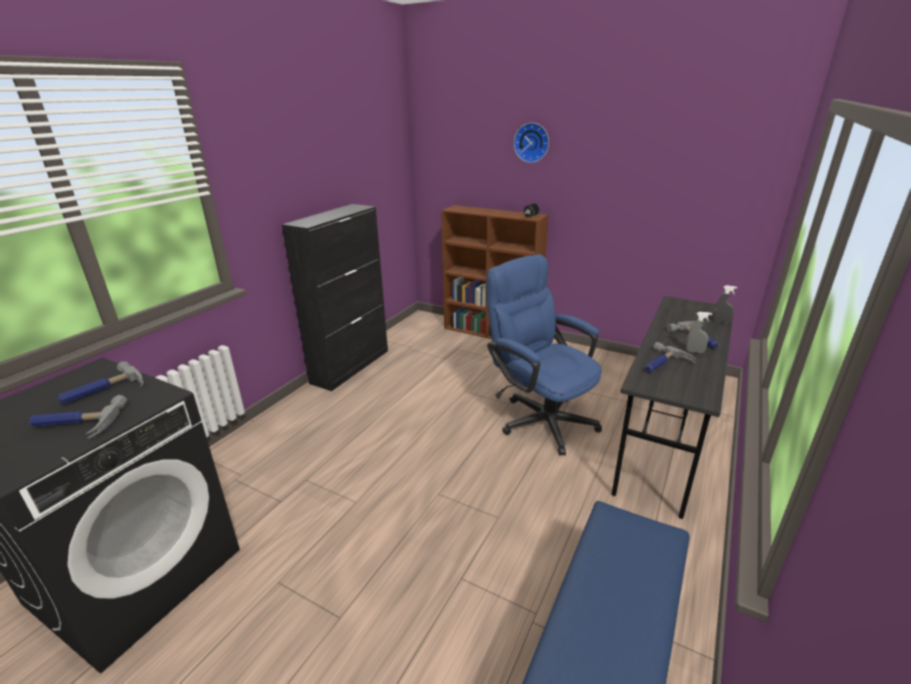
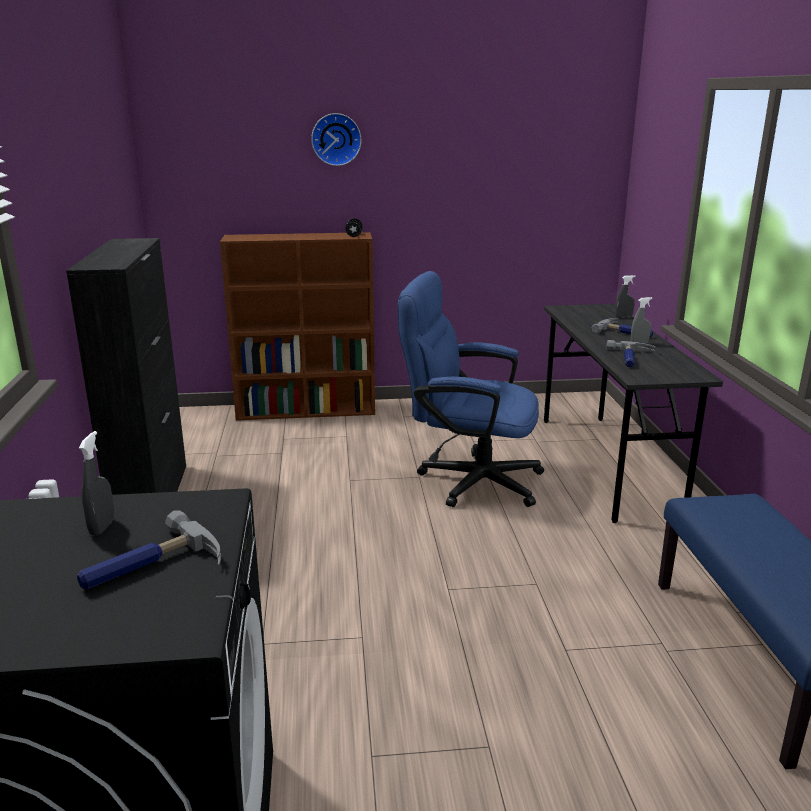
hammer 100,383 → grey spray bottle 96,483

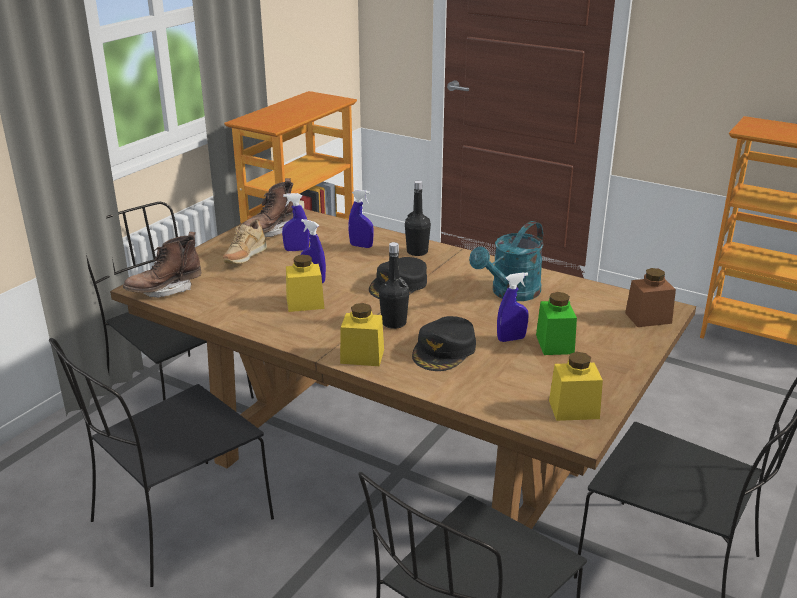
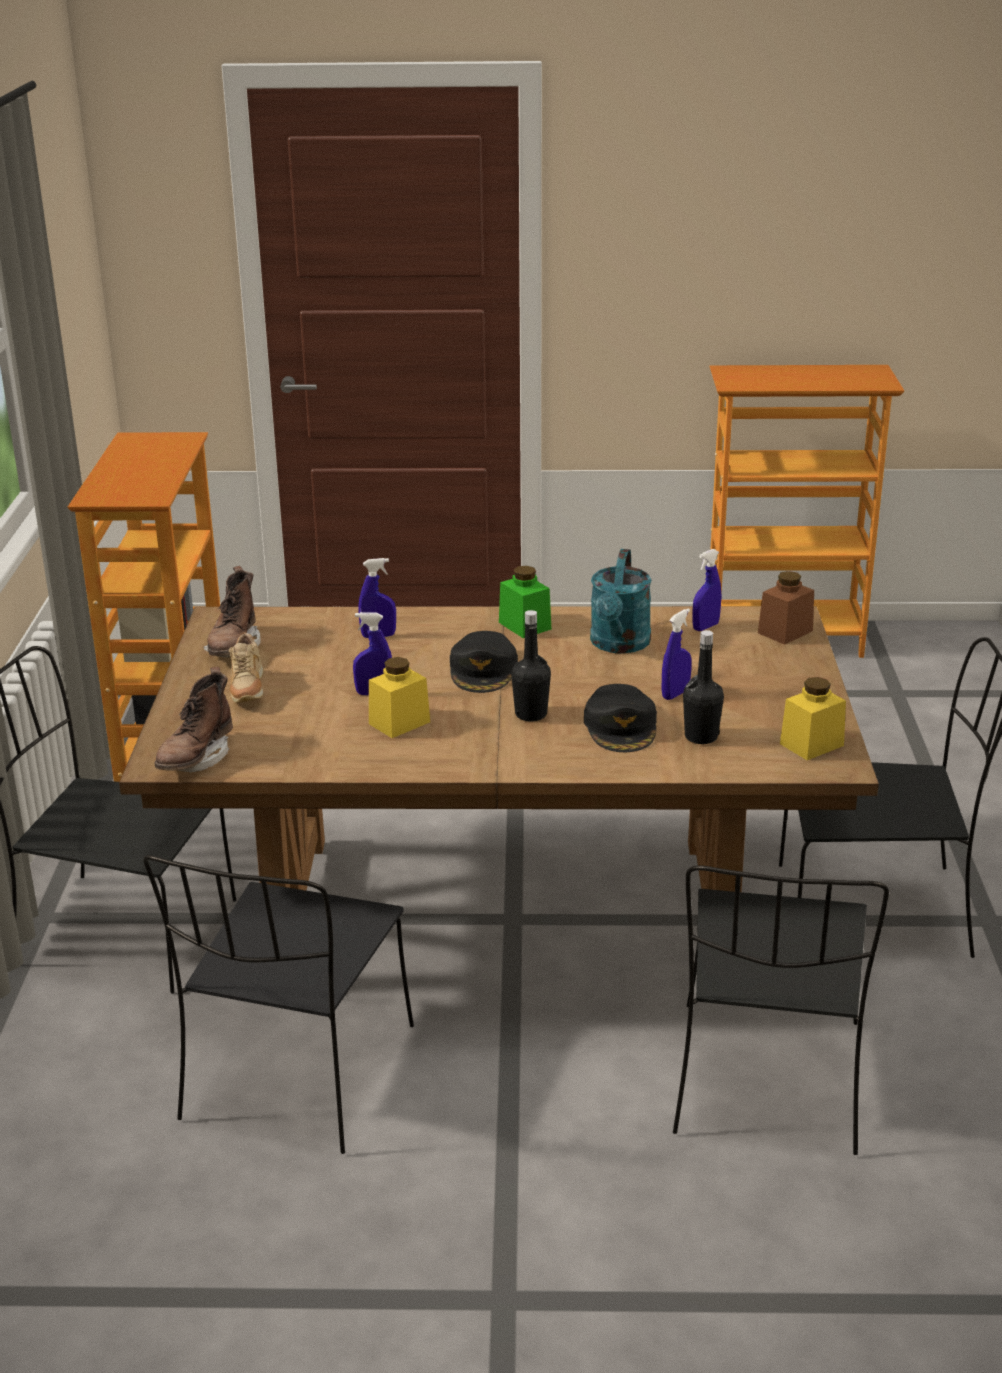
black bottle 418,218 → black bottle 703,687, moved
blue spray bottle 296,222 → blue spray bottle 706,590, moved
green jar 556,323 → green jar 525,602, moved
yellow jar 362,334 → -

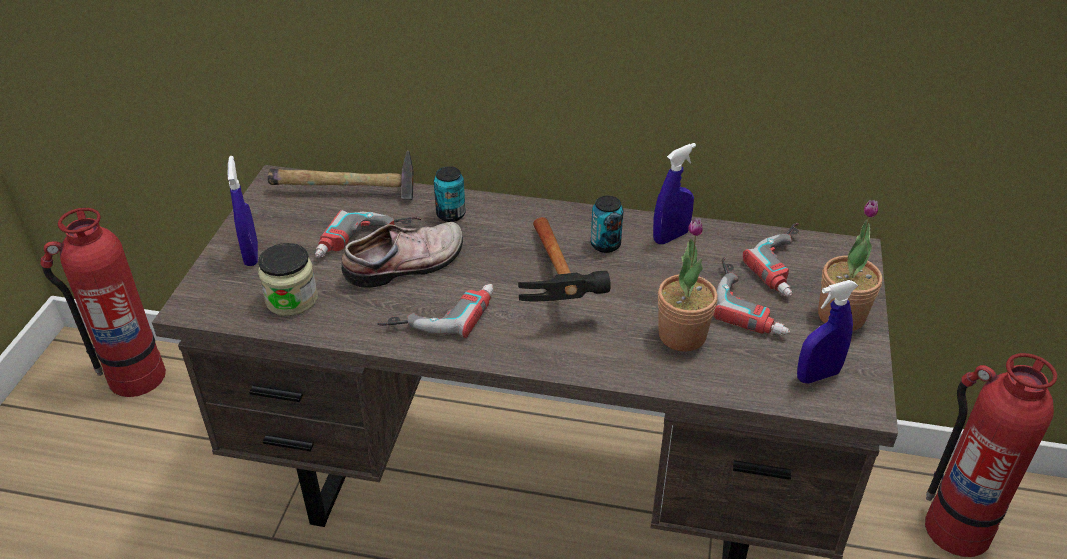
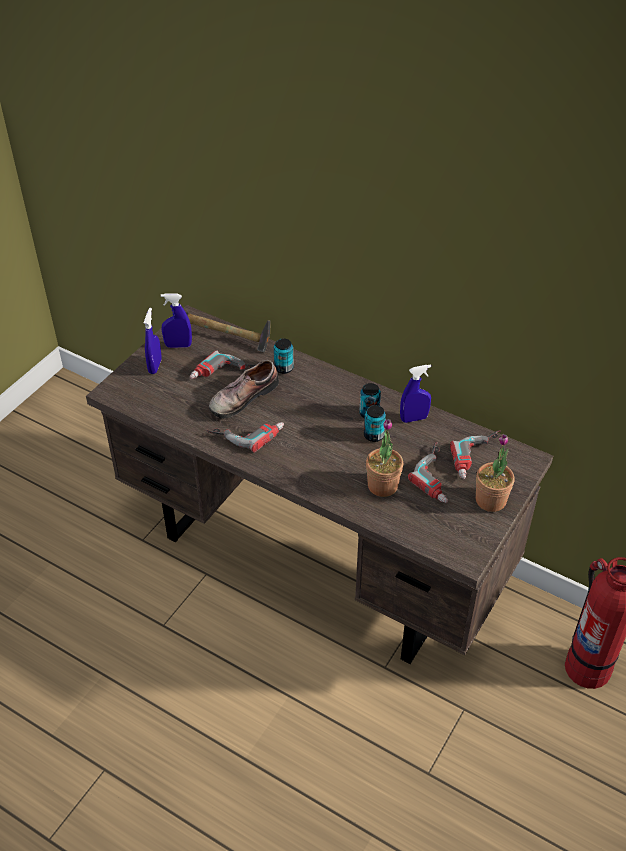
fire extinguisher 103,302 → -
hammer 564,259 → -
shoe 402,255 → shoe 244,389, 150 degrees clockwise
jar 288,279 → -
blue spray bottle 827,332 → blue spray bottle 176,320, moved
- → can 375,423

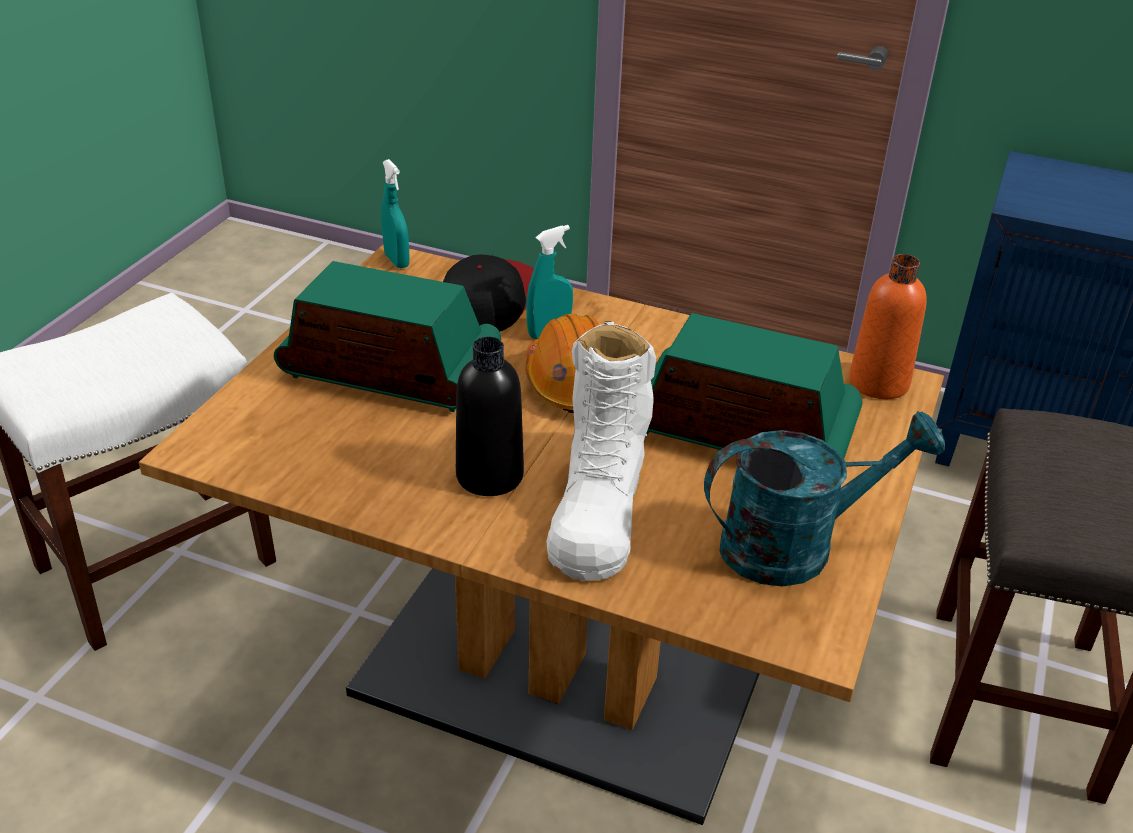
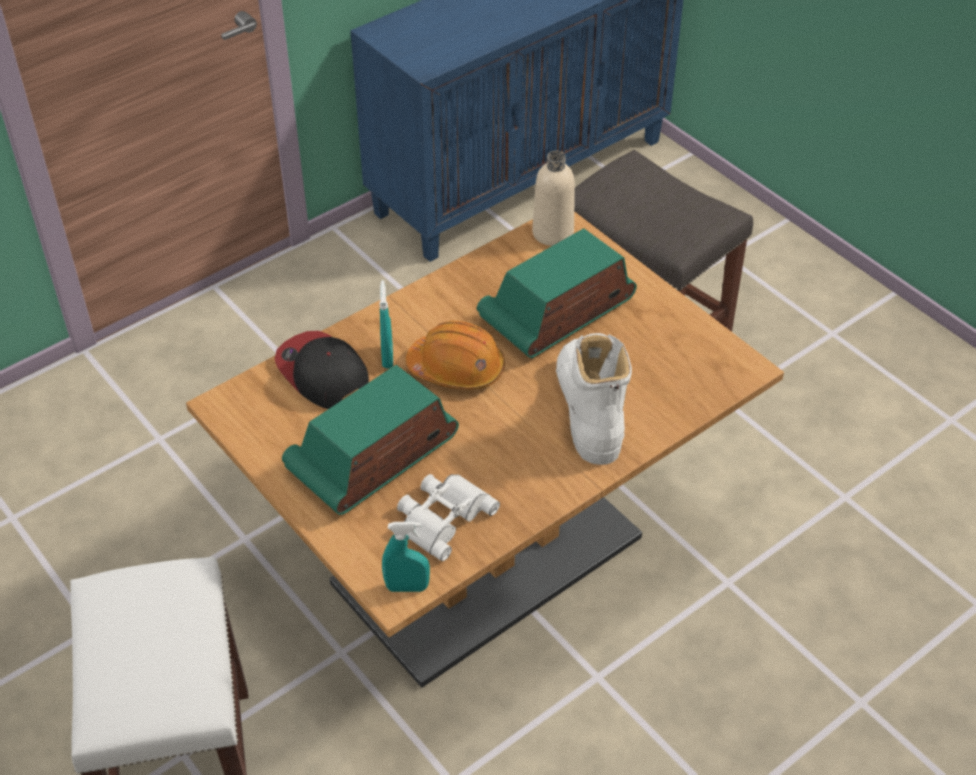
turquoise spray bottle 395,213 → turquoise spray bottle 406,557, moved
orange bottle 887,326 → beige bottle 553,198
white boot 601,451 → white boot 594,399, 135 degrees counterclockwise
black bottle 490,416 → -
turquoise watering can 824,499 → -
- → white binoculars 448,517

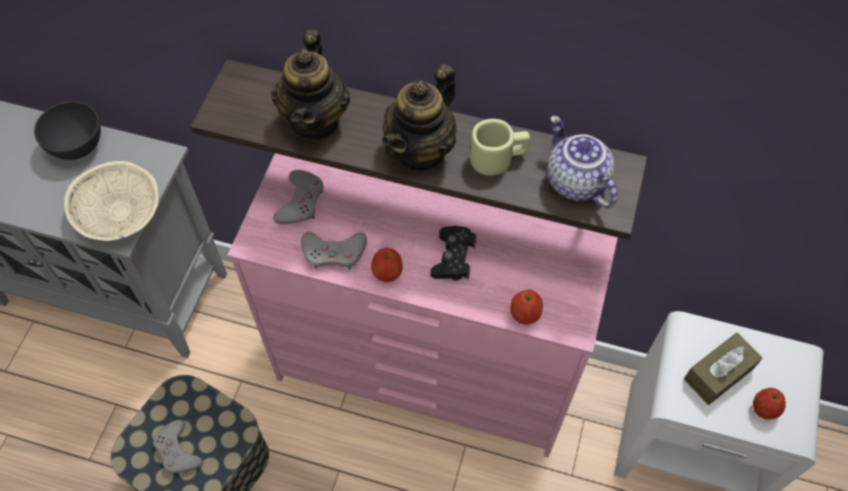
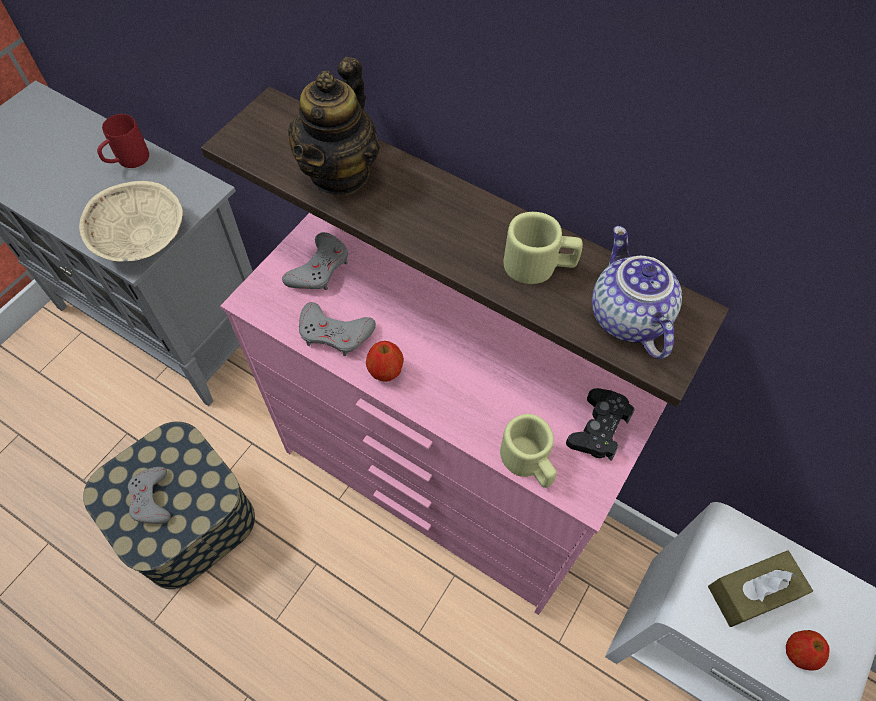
teapot 419,118 → -
grey bowl 67,130 → red mug 123,141
black game controller 453,253 → black game controller 600,424, moved
apple 526,307 → beige mug 528,451

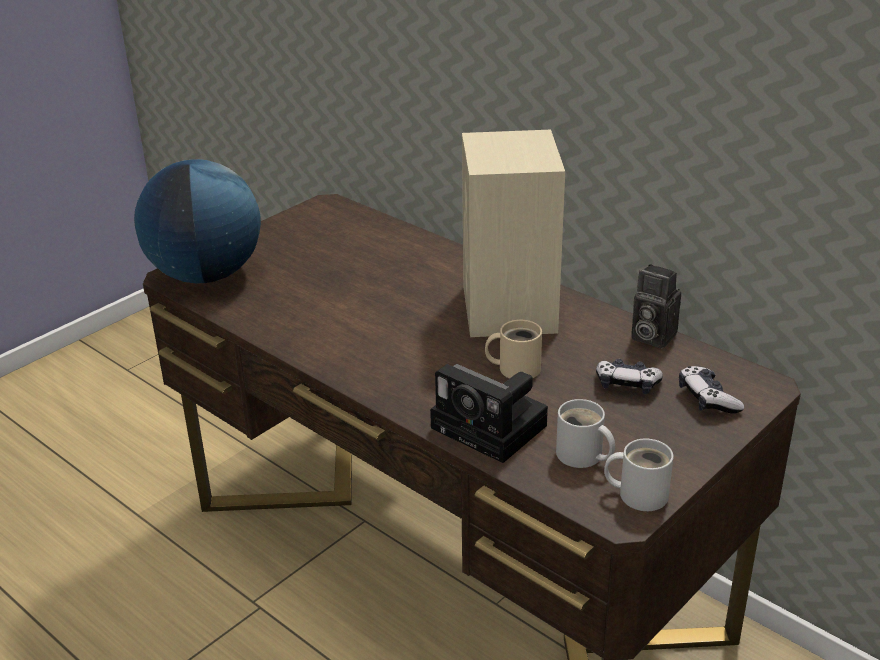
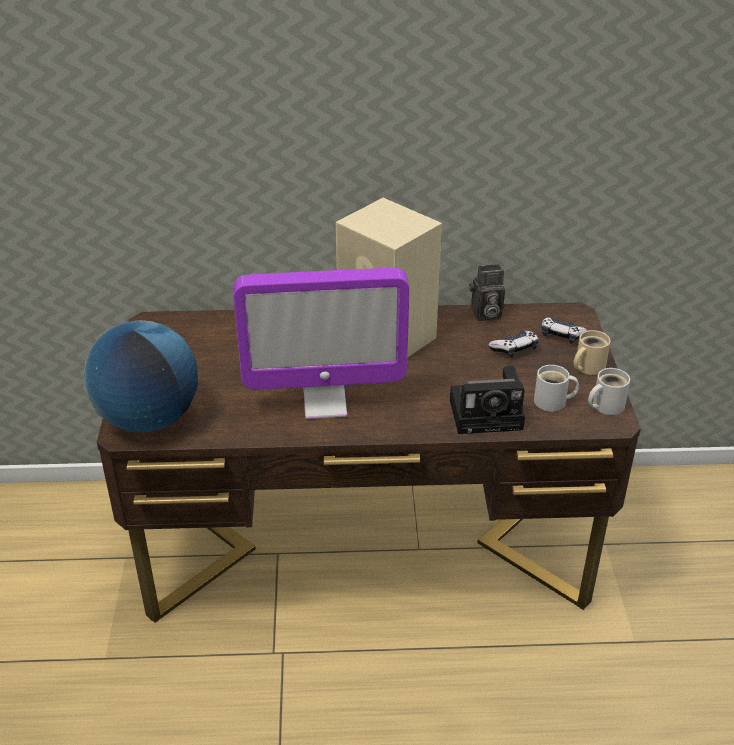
beige mug 513,349 → beige mug 592,352, moved
- → monitor 321,343

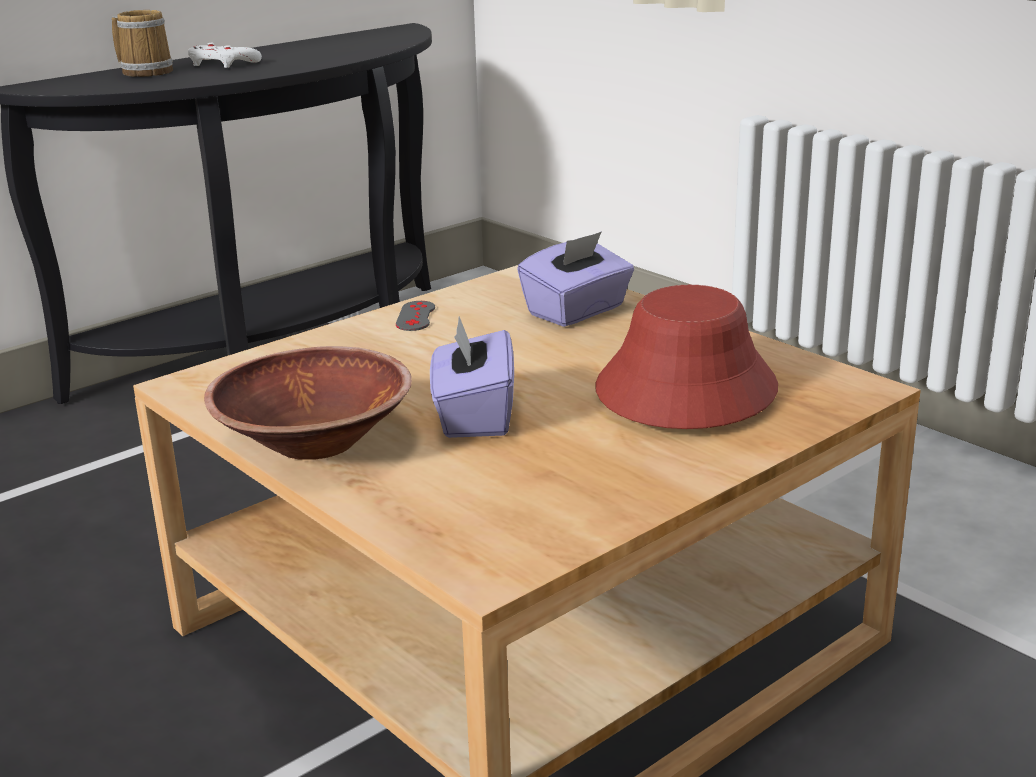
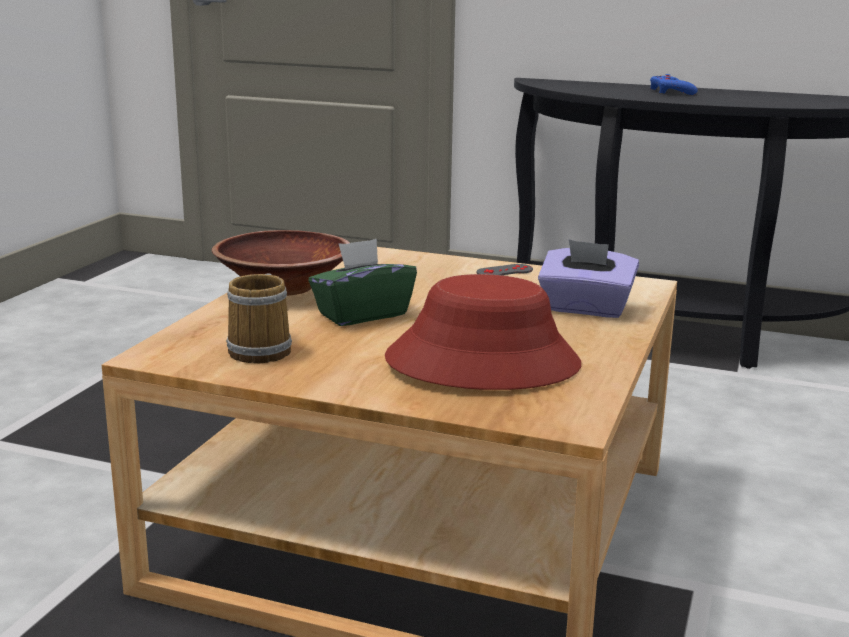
mug 142,43 → mug 259,318, moved
white game controller 225,55 → blue game controller 674,84
purple tissue box 472,377 → green tissue box 363,282

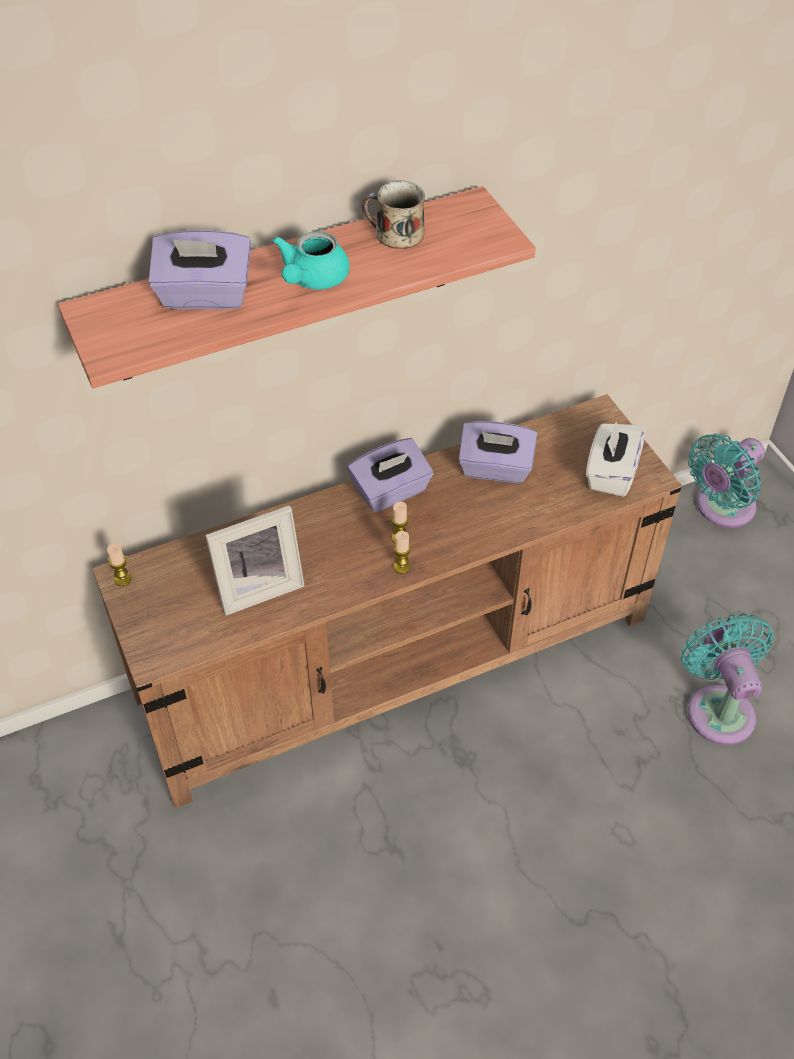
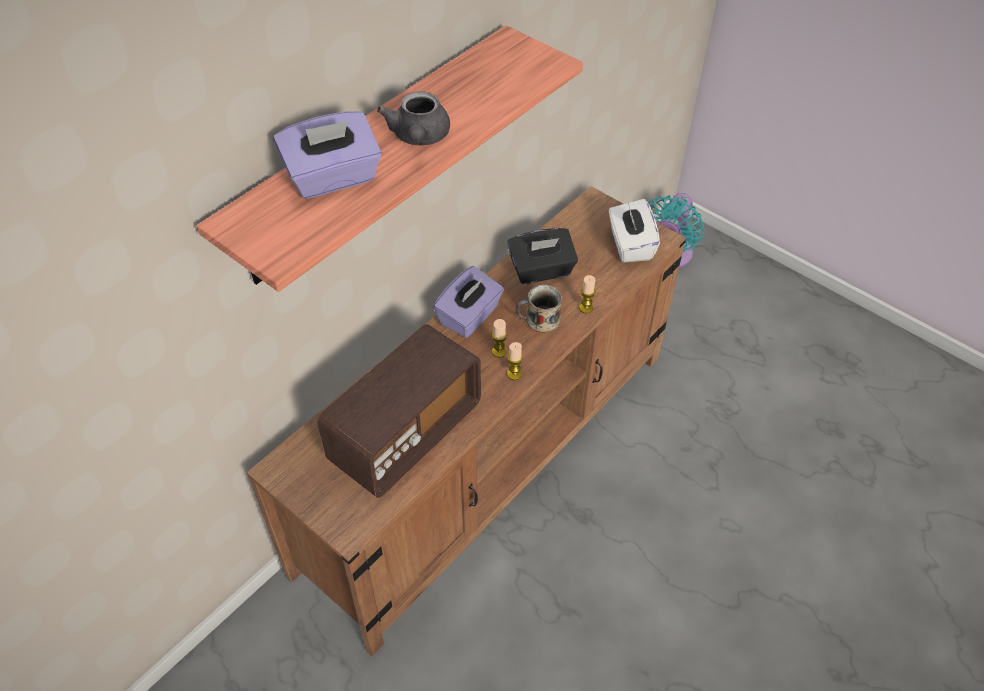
mug 393,214 → mug 539,308, moved
turquoise teapot 311,260 → grey teapot 413,118
purple tissue box 497,452 → black tissue box 542,256
picture frame 255,560 → radio 399,411
candle 119,564 → candle 587,294, moved
turquoise fan 727,679 → -

